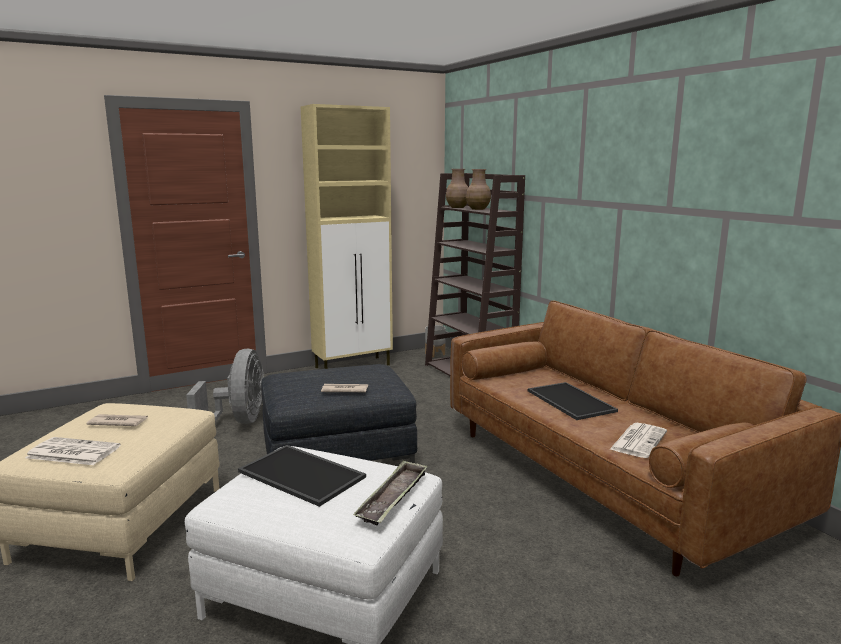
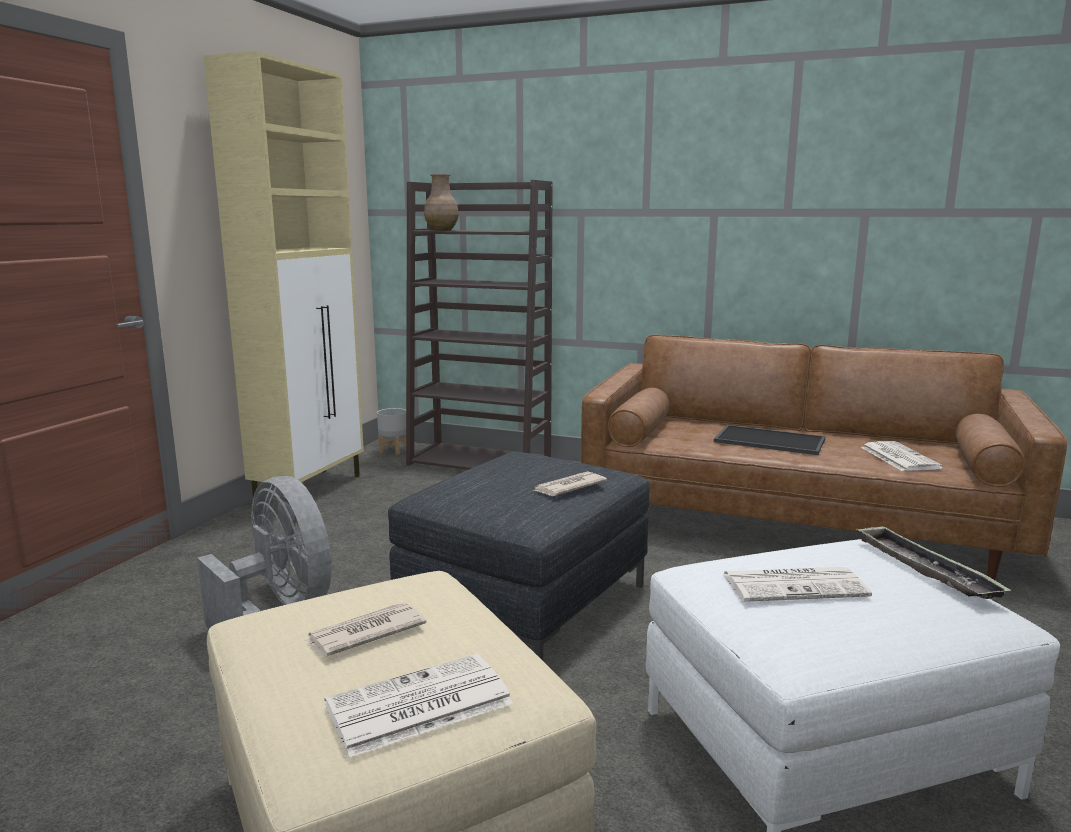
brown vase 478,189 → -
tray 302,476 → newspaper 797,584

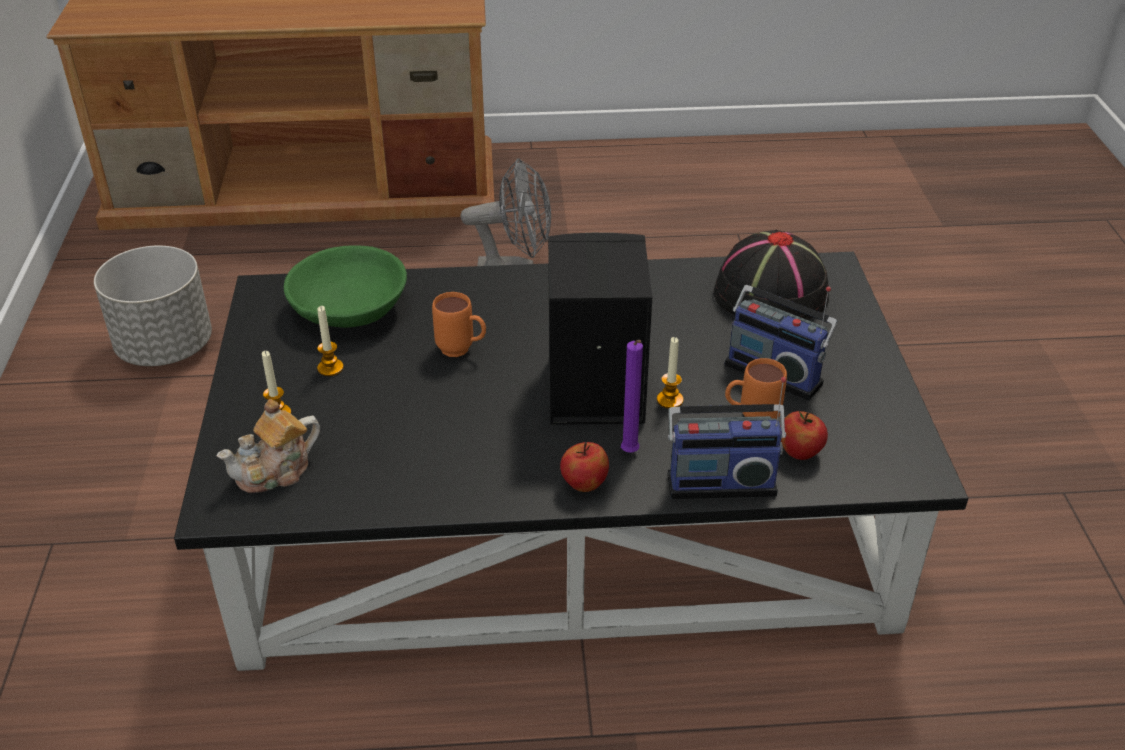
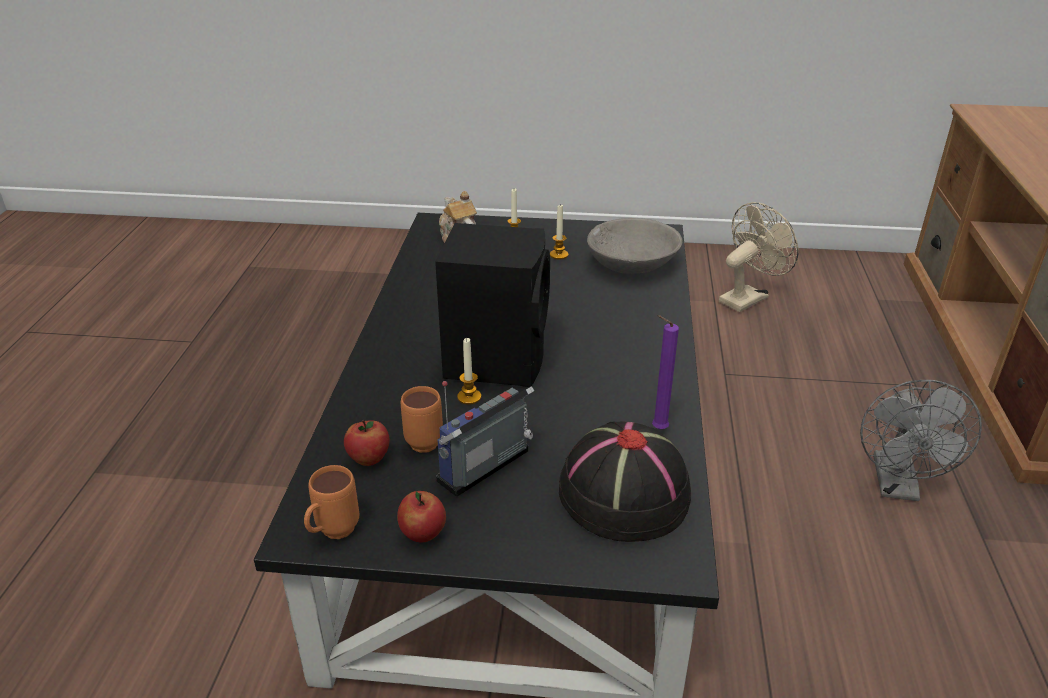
green bowl 345,286 → grey bowl 635,246
grey planter 153,306 → beige fan 759,257
orange mug 459,324 → orange mug 331,502, moved
purple candle 632,396 → purple candle 665,372, moved
radio 726,438 → -
apple 584,467 → apple 421,516, moved

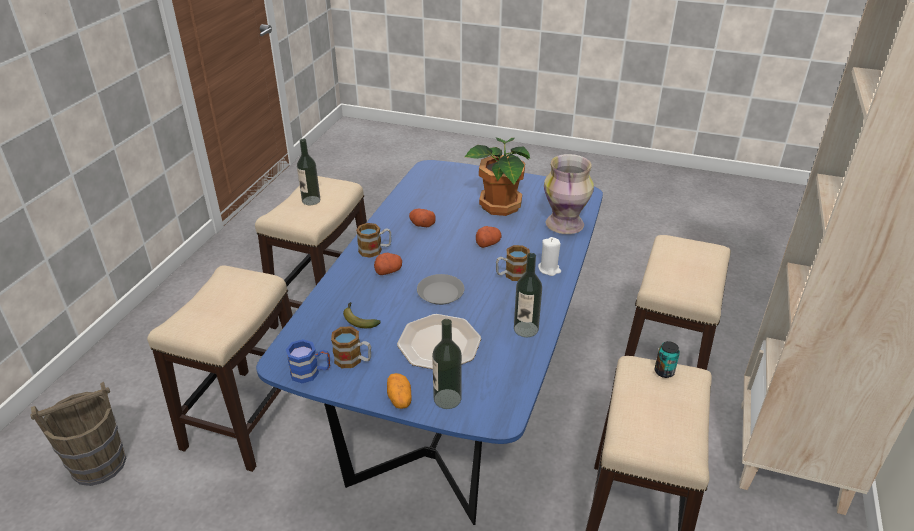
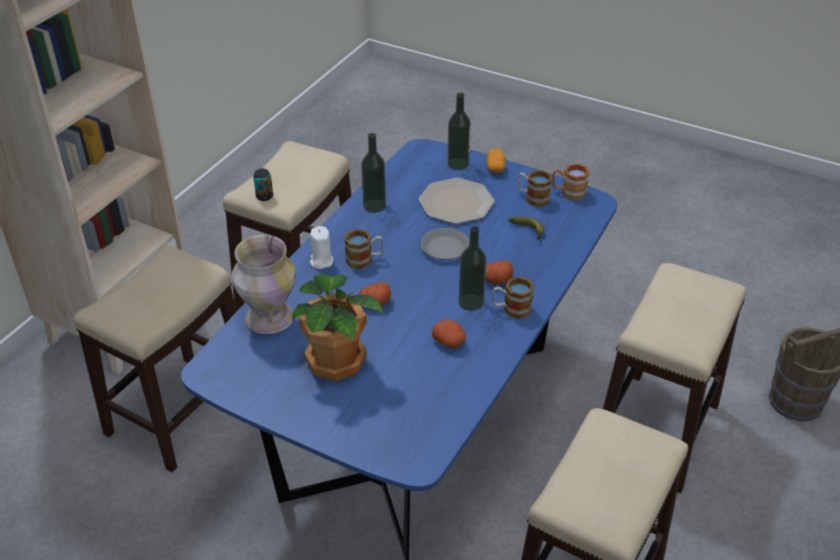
bottle 308,172 → bottle 472,268, moved
blue mug 308,361 → brown mug 570,182

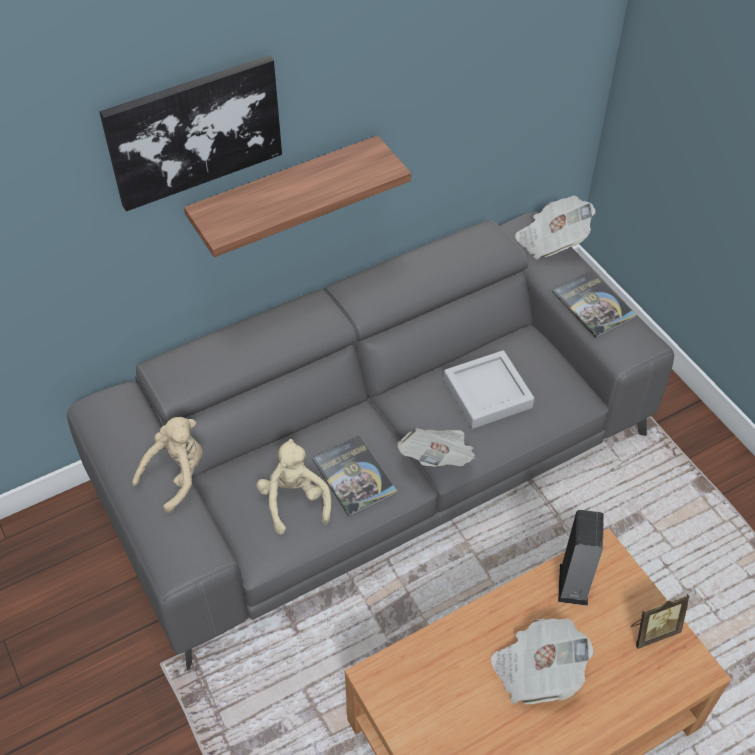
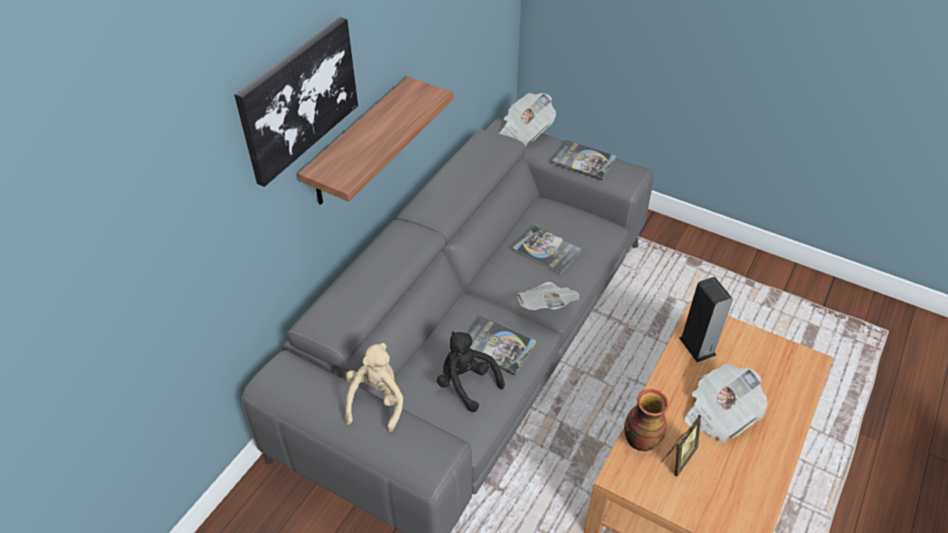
grey tray 488,389 → book 547,249
beige plush toy 293,487 → black plush toy 471,371
picture frame 660,621 → picture frame 681,446, moved
- → vase 646,420

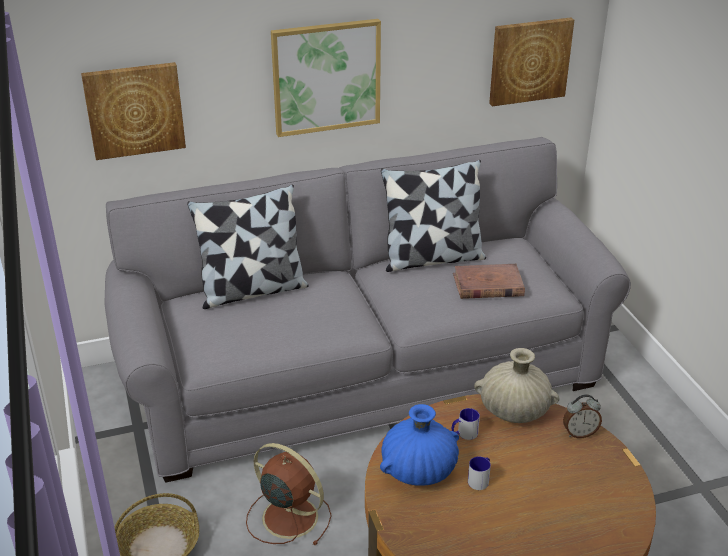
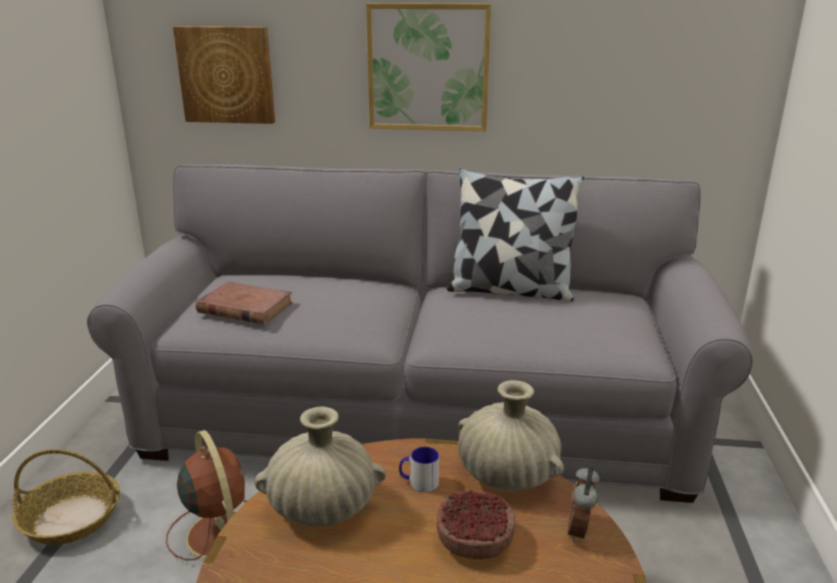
picture 531,62 → -
pillow 248,246 → -
brown book 489,281 → brown book 244,303, moved
alarm clock 582,416 → alarm clock 584,504, 90 degrees clockwise
blue vase 419,445 → beige vase 320,466
mug 479,473 → -
- → bowl 476,524

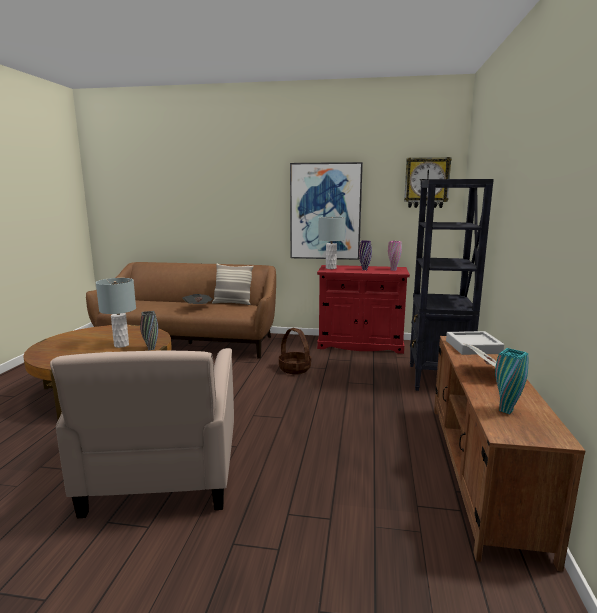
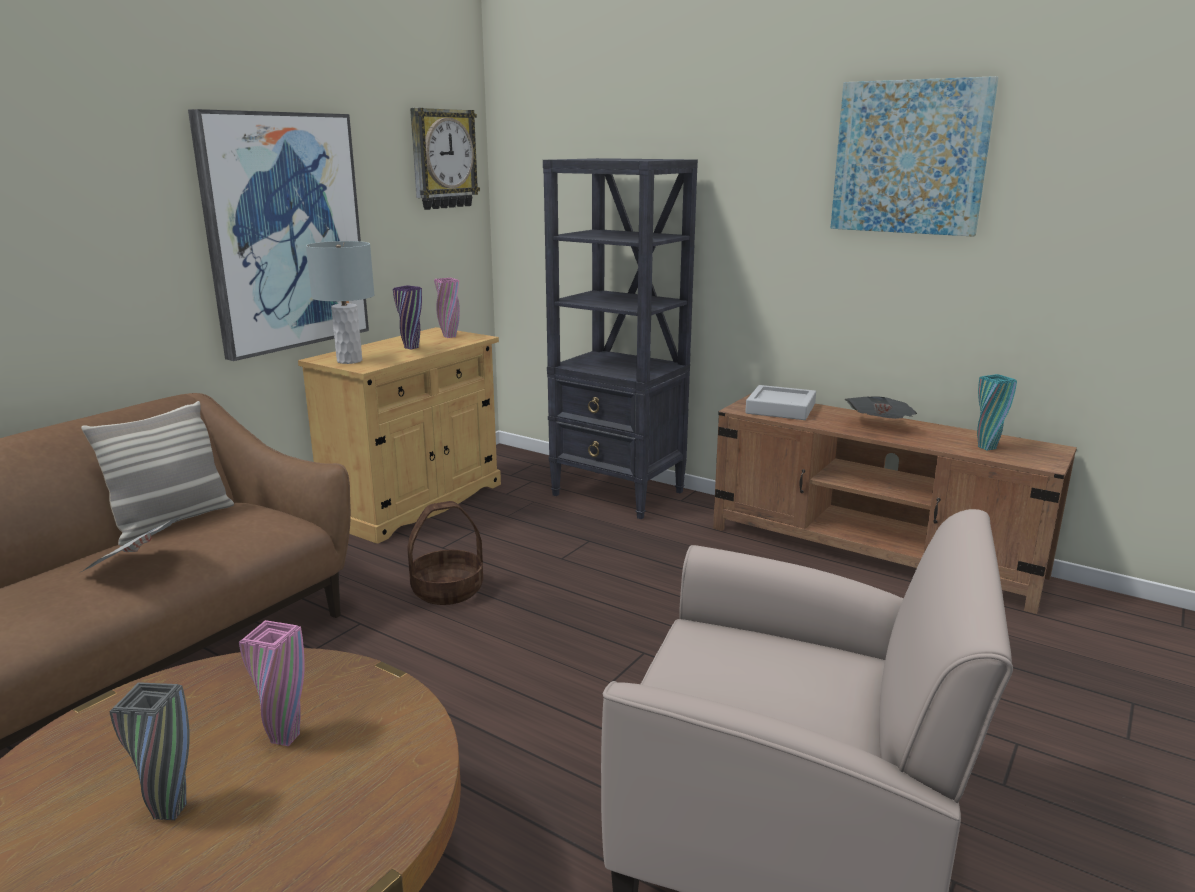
red cabinet 363,309 → beige cabinet 399,435
grey table lamp 116,313 → pink vase 272,683
grey vase 149,330 → grey vase 149,751, moved
- → picture 914,156

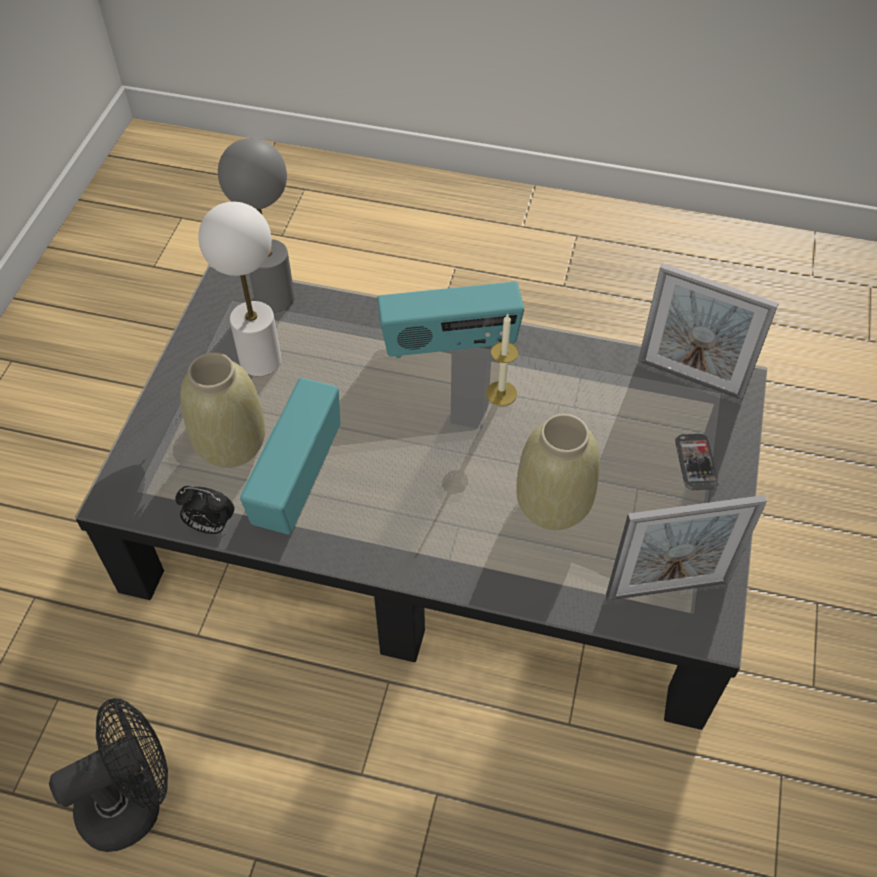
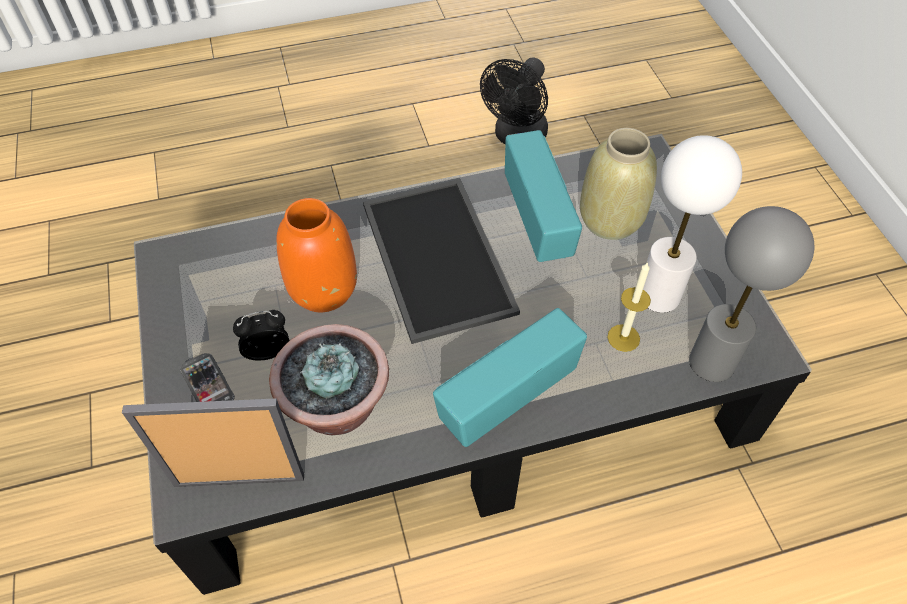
candle 502,359 → candle 629,307, moved
beige vase 558,472 → orange vase 316,255
alarm clock 205,510 → alarm clock 261,335, moved
picture frame 686,548 → -
- → tray 441,261
- → potted plant 329,379

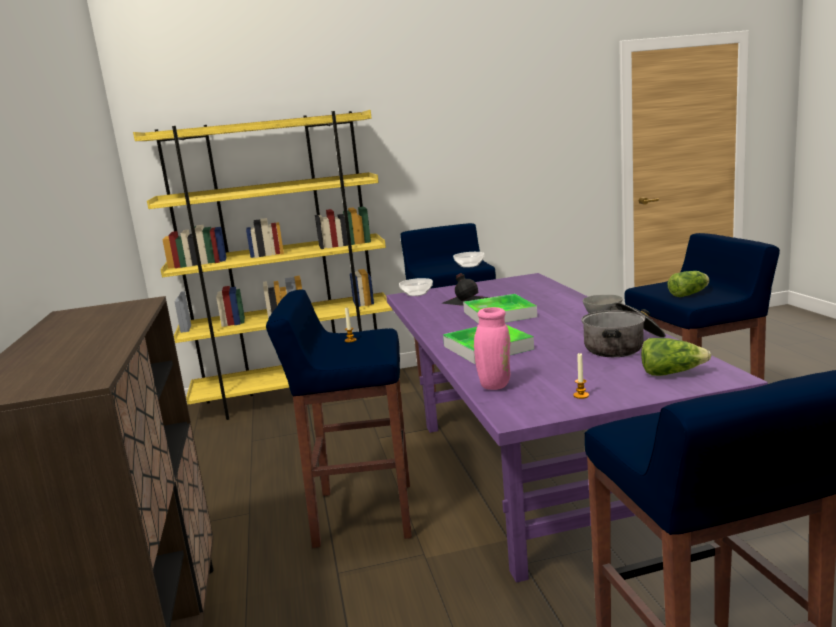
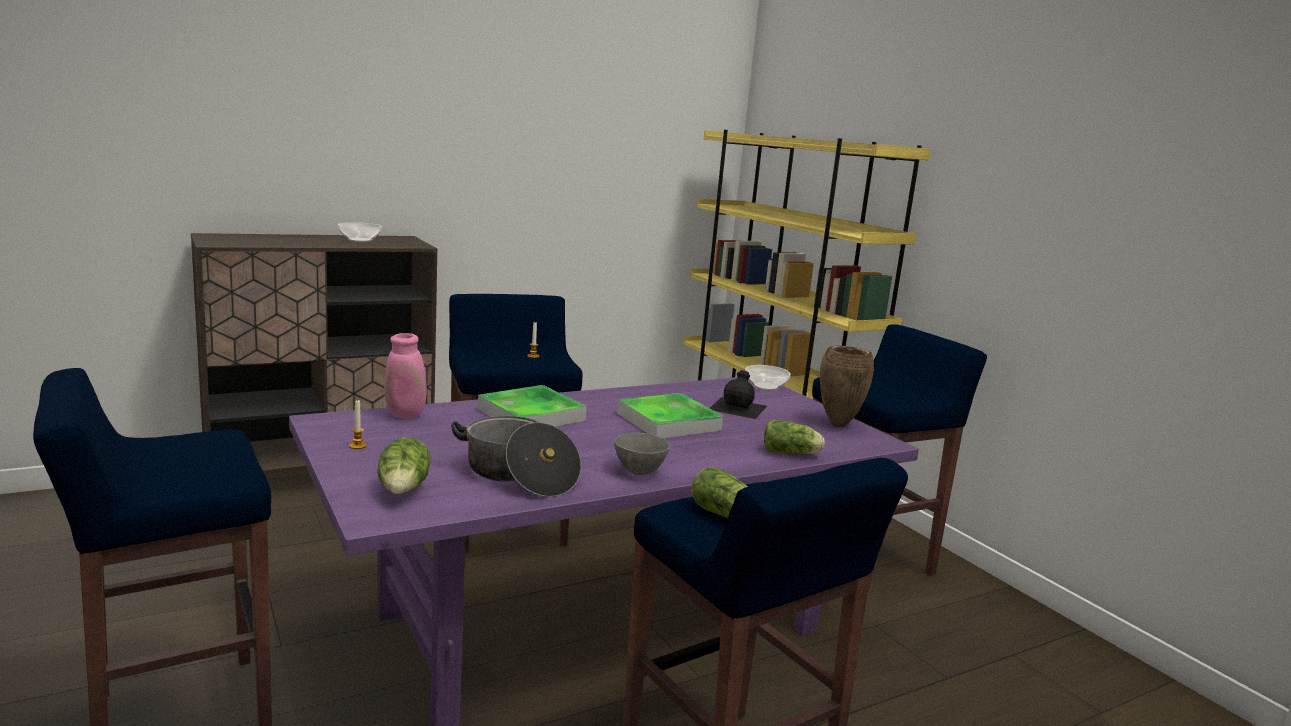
bowl 469,260 → bowl 360,232, moved
- → brown vase 847,386
- → lettuce 794,437

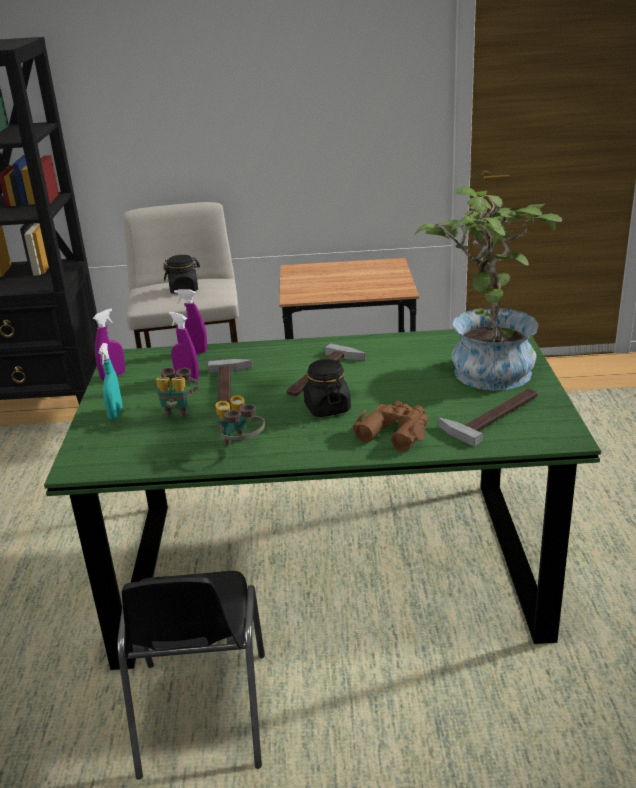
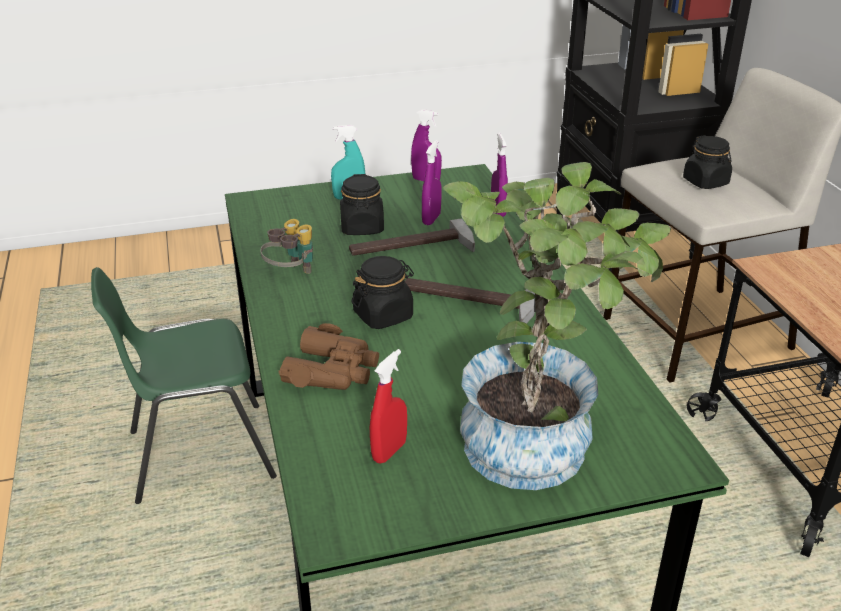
binoculars 178,392 → black jar 362,204
hammer 488,417 → red spray bottle 388,406
black chair 191,675 → green chair 184,385

